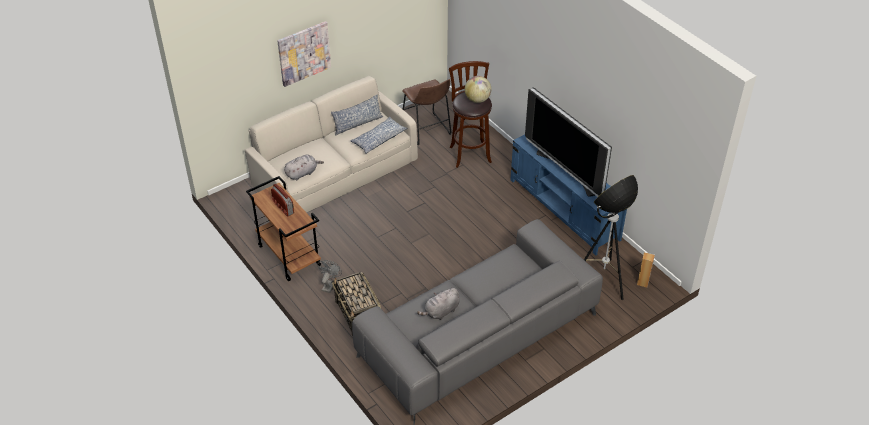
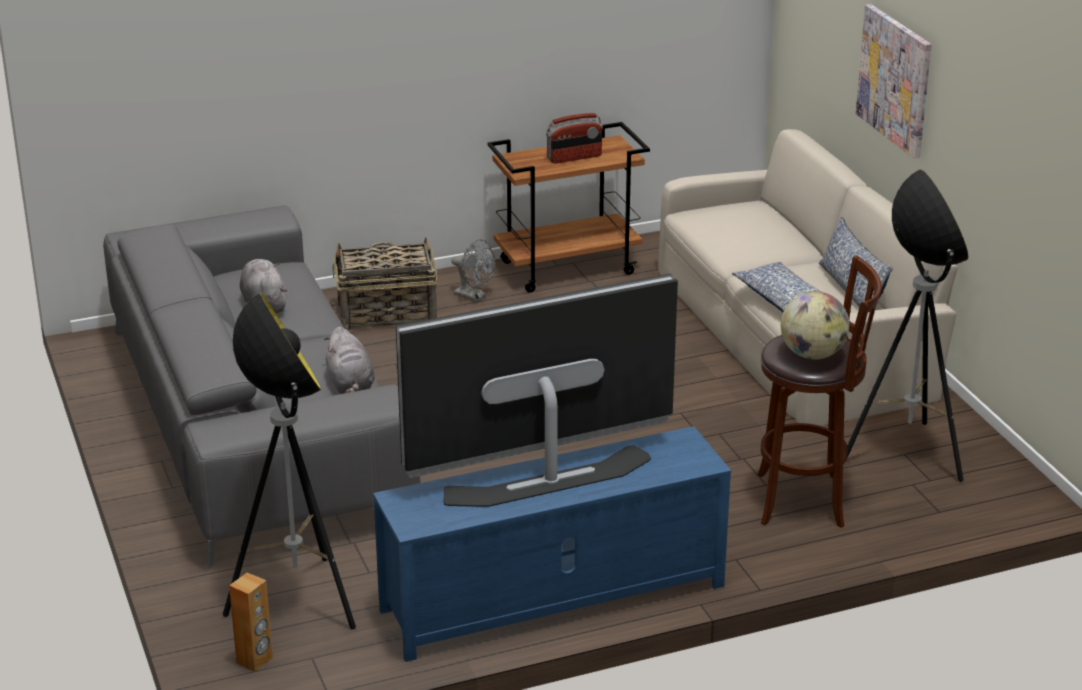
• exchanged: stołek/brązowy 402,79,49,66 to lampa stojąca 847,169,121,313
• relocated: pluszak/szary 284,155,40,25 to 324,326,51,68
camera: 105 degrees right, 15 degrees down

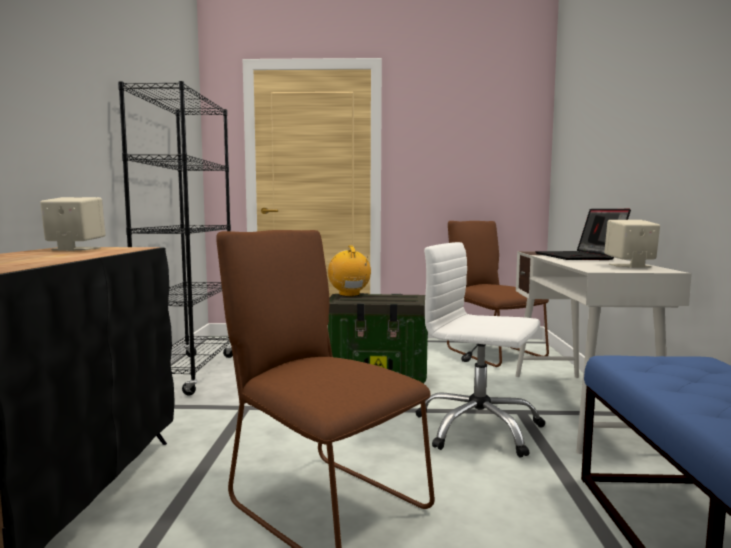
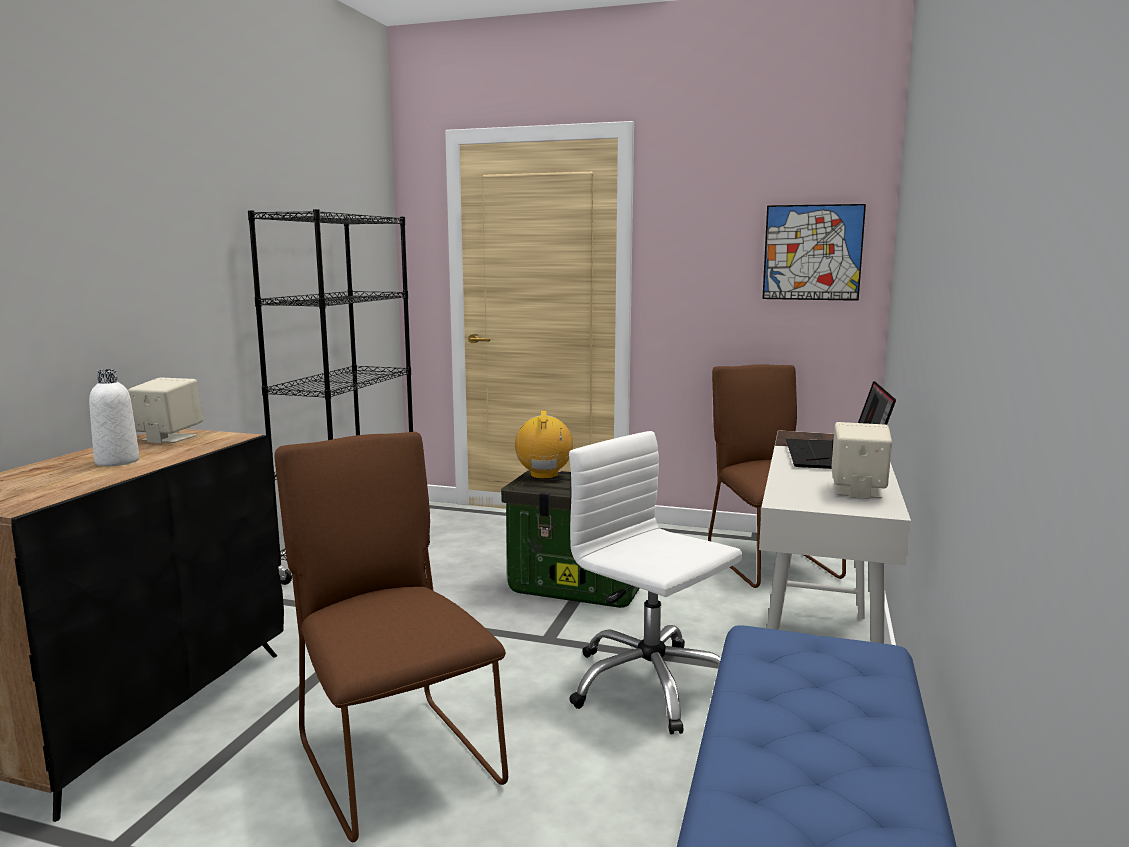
• appeared: obraz 762,204,104,97
• appeared: butelka/biały 89,369,50,97
camera: 15 degrees right, 5 degrees up

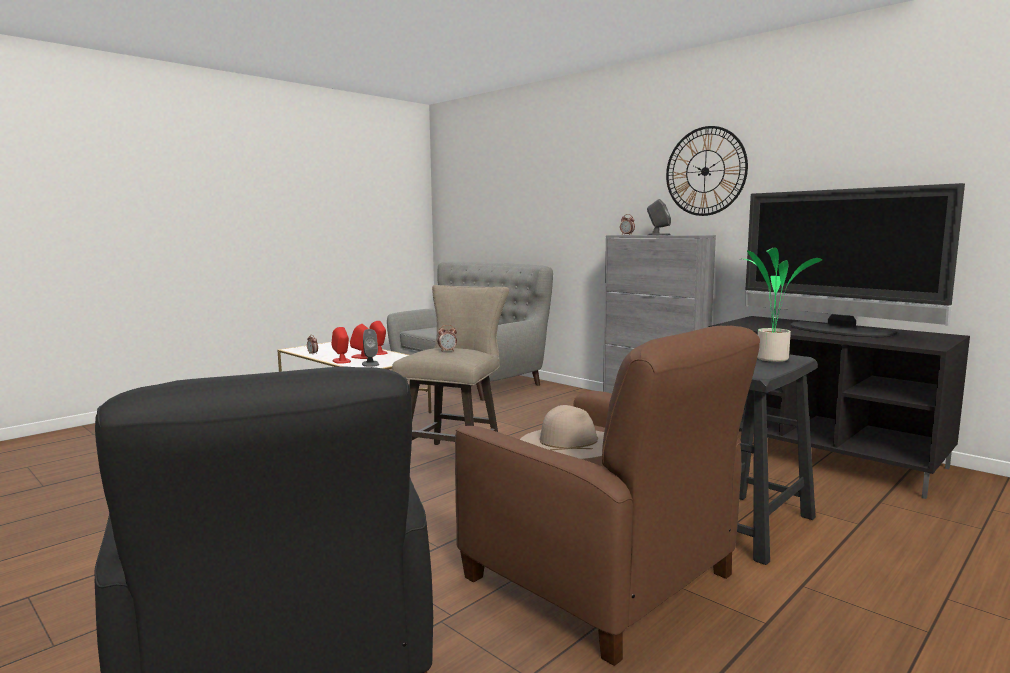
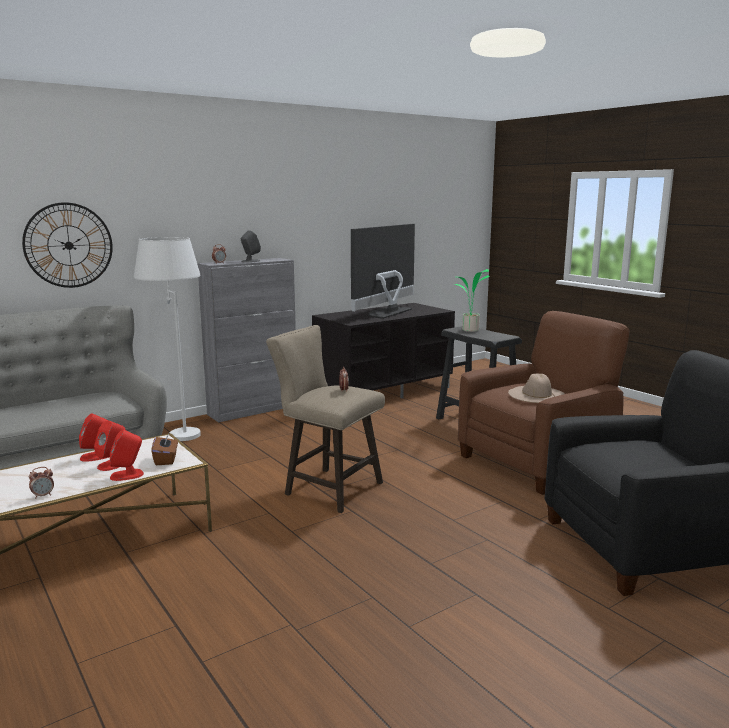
• relocated: zegar ścienny 666,126,82,90 to 22,202,91,86
• spun: telewizor 745,183,220,154 = 351,224,64,95 150 degrees clockwise
• exchanged: głośnik/szary 362,329,17,38 to pudełko chusteczek/brązowy 151,433,27,32
• appeared: lampa stojąca/biały 134,237,67,204
camera: 80 degrees left, 5 degrees up

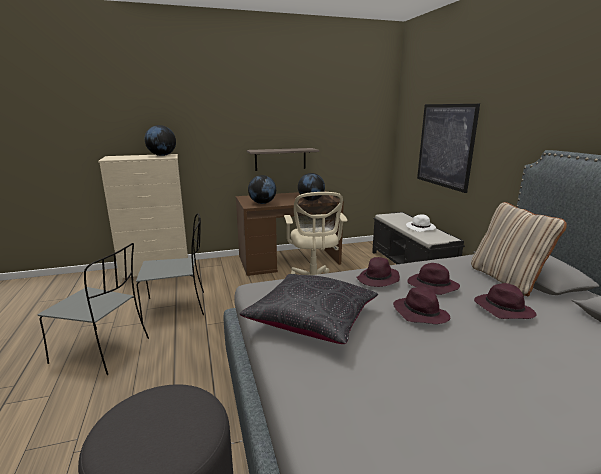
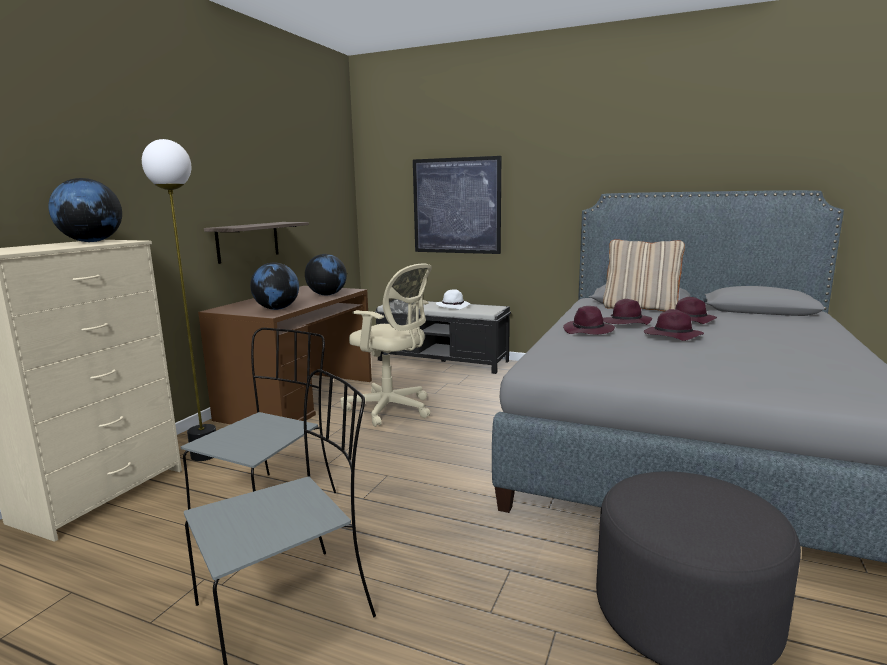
• missing: poduszka/czarny 239,274,139,70
• appeared: lampa stojąca 142,139,74,322
camera: 50 degrees left, 5 degrees down

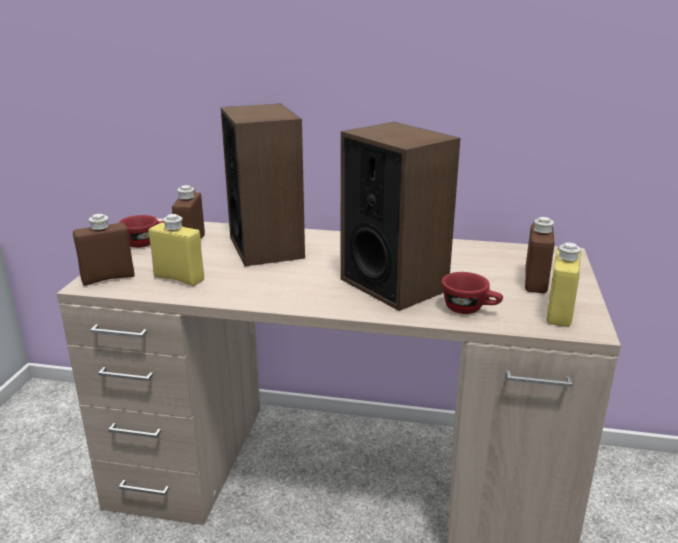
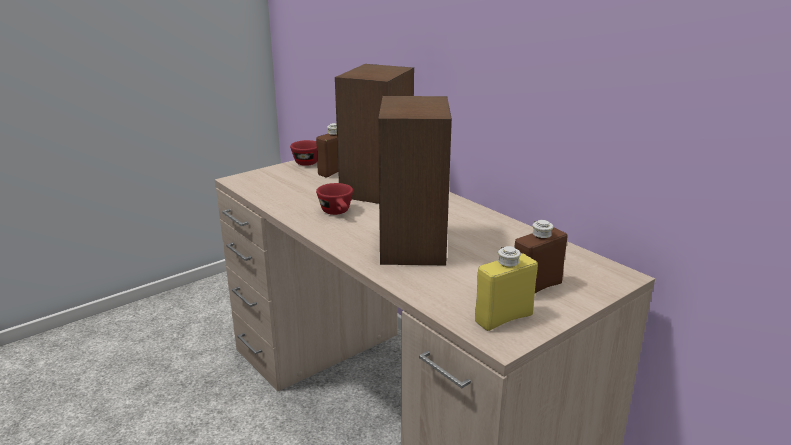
• missing: butelka/brązowy 73,214,62,72
• missing: butelka/żółty 148,214,56,72
• relocated: filiżanka/czerwony 441,272,62,42 to 316,183,37,32
camera: 40 degrees right, 0 degrees up

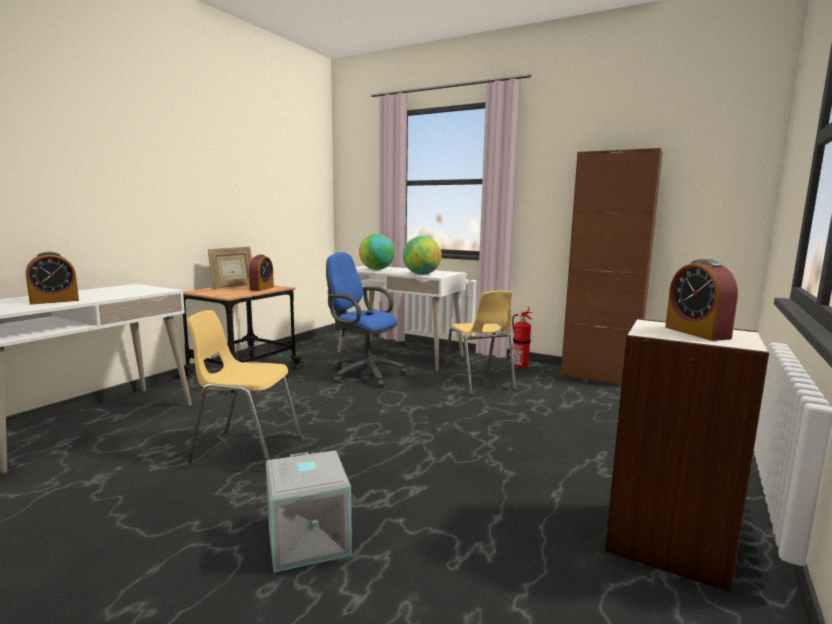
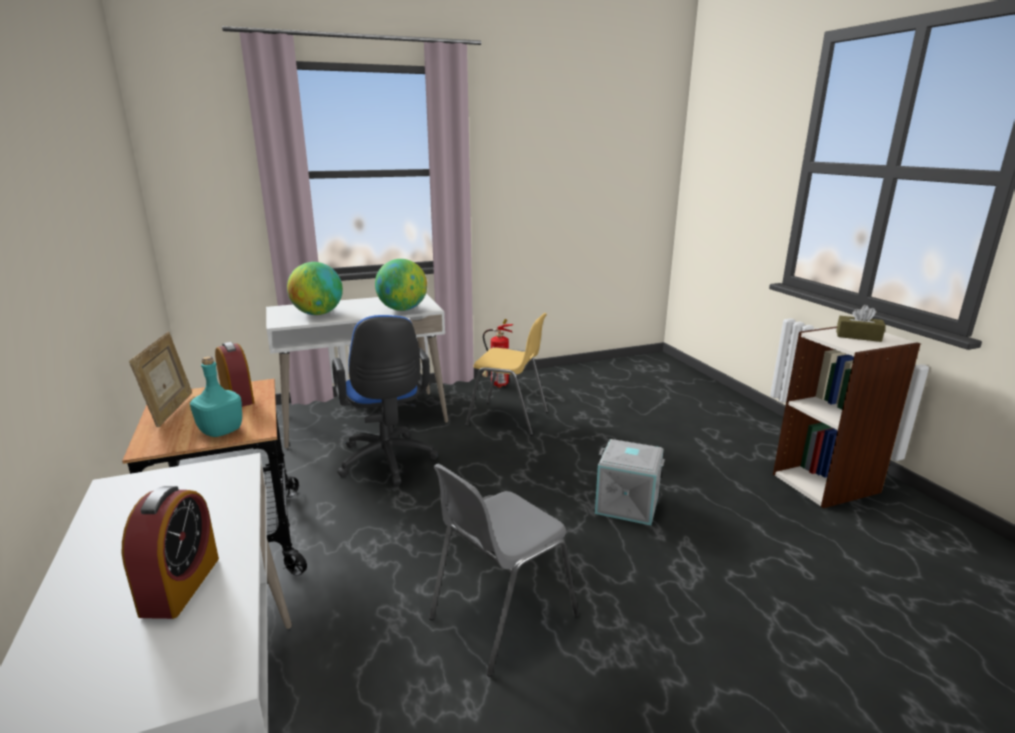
• missing: szafka/brązowy 561,148,102,237
• spun: krzesło biurowe/niebieski 326,252,81,135 = 332,315,106,170 90 degrees counterclockwise
• exchanged: budzik 665,259,73,82 to pudełko chusteczek/brązowy 836,305,50,37
• colour: krzesło/żółty 187,310,115,153 to krzesło/szary 429,464,150,213
• relocated: pojemnik do przechowywania/szary 266,451,86,122 to 595,439,70,86
• appeared: butelka/turkusowy 190,356,52,81
camera: 50 degrees left, 10 degrees up

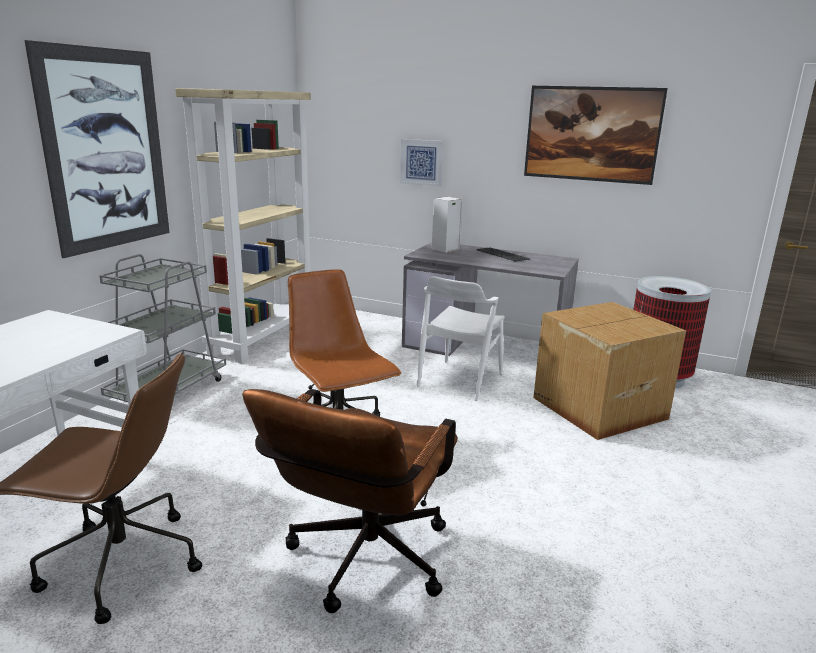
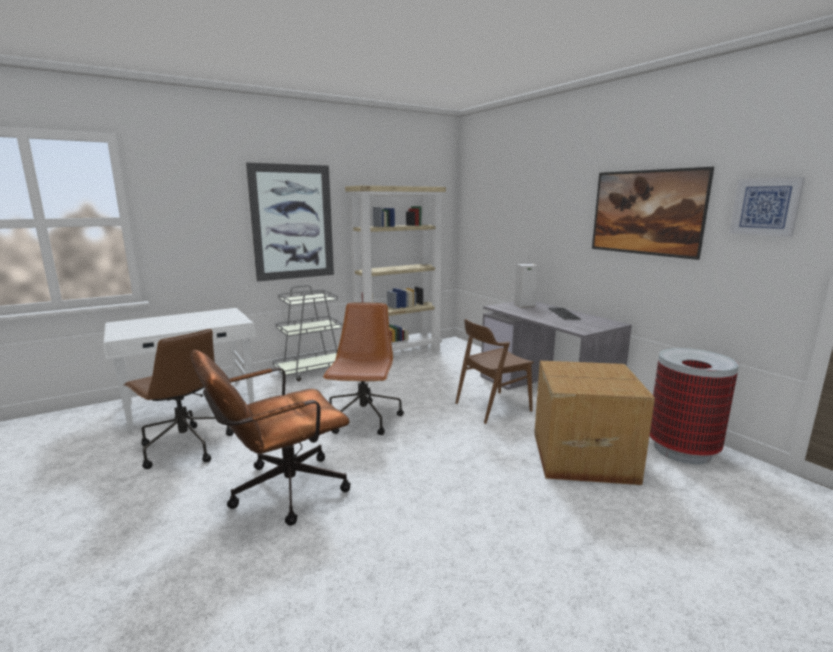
• relocated: obraz 400,139,43,48 to 729,177,76,60
• colour: krzesło/biały 417,276,88,125 to krzesło/brązowy 456,319,78,105
camera: 35 degrees right, 5 degrees down

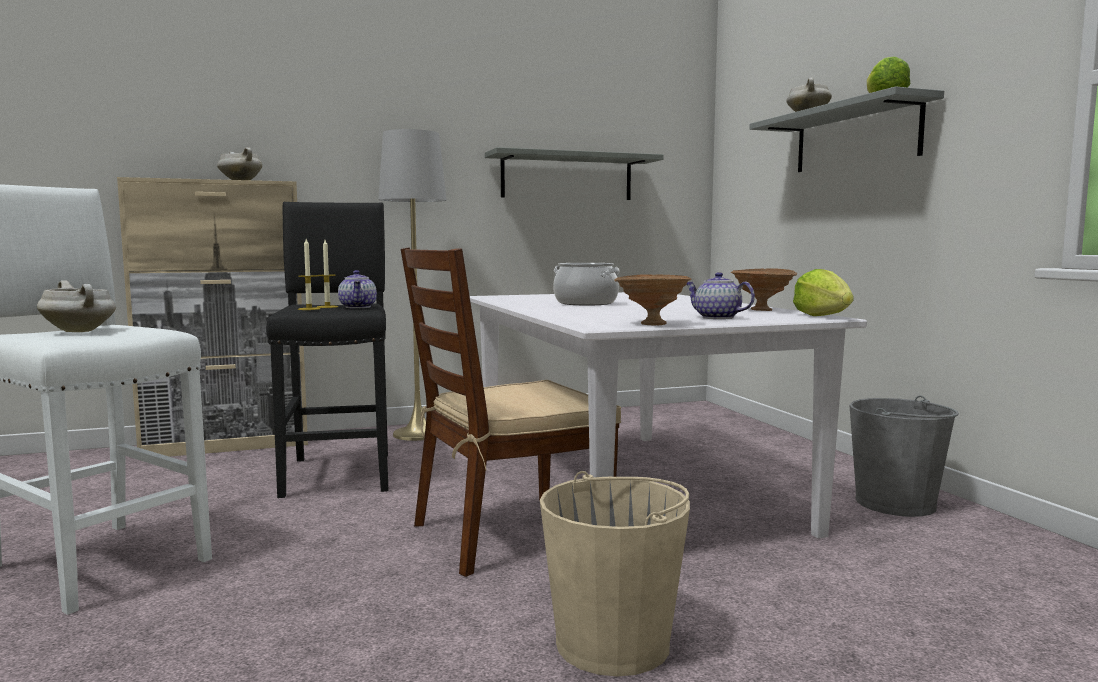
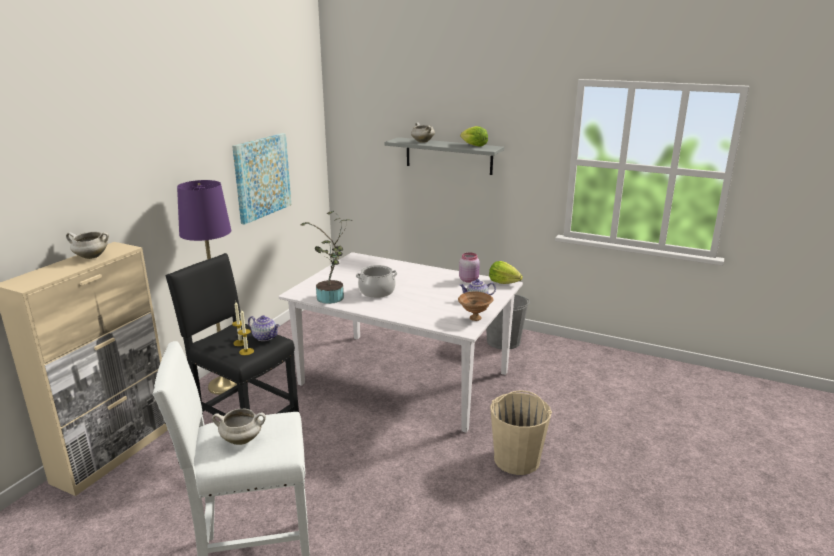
• colour: lampa stojąca/szary 378,129,69,312 to lampa stojąca/fioletowy 177,180,60,215
• exchanged: półka/szary 485,147,179,53 to obraz 232,133,59,92
• missing: krzesło/brązowy 401,247,220,330
• exchanged: miska/brązowy 731,268,66,43 to słoik/różowy 459,253,21,30
• appeared: roślina doniczkowa 300,211,49,93
camera: 45 degrees left, 15 degrees up

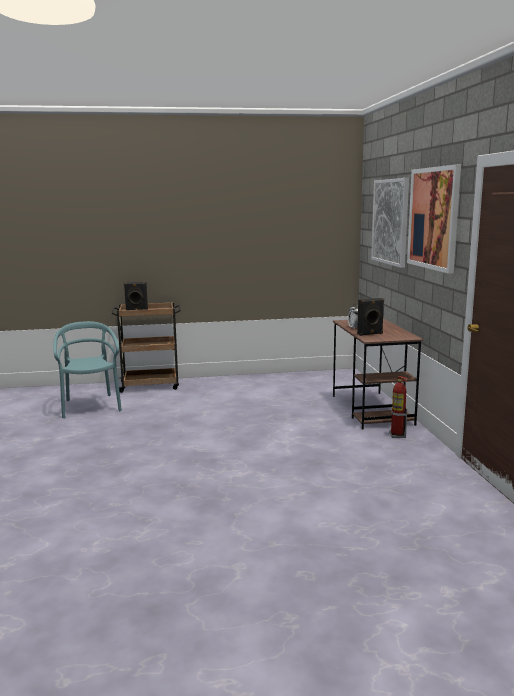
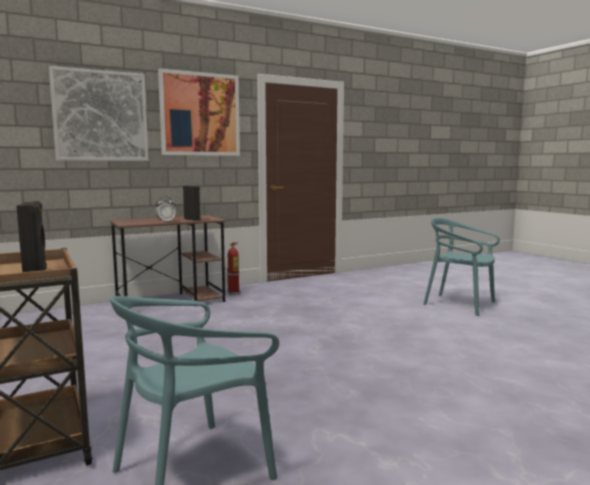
• appeared: krzesło/turkusowy 423,218,77,98
camera: 110 degrees left, 5 degrees down

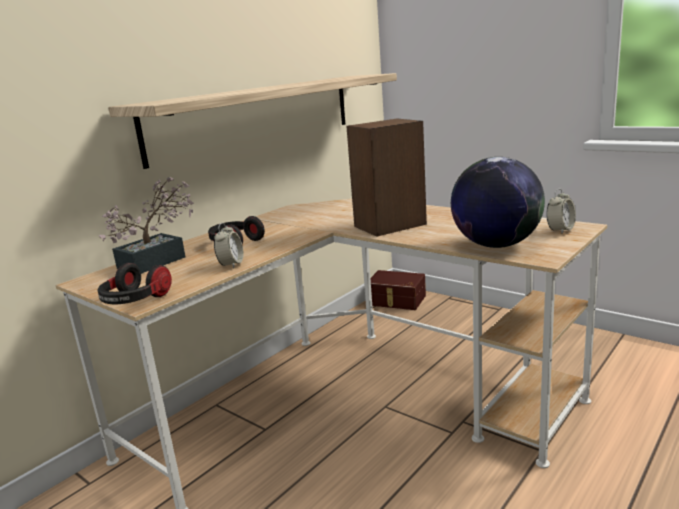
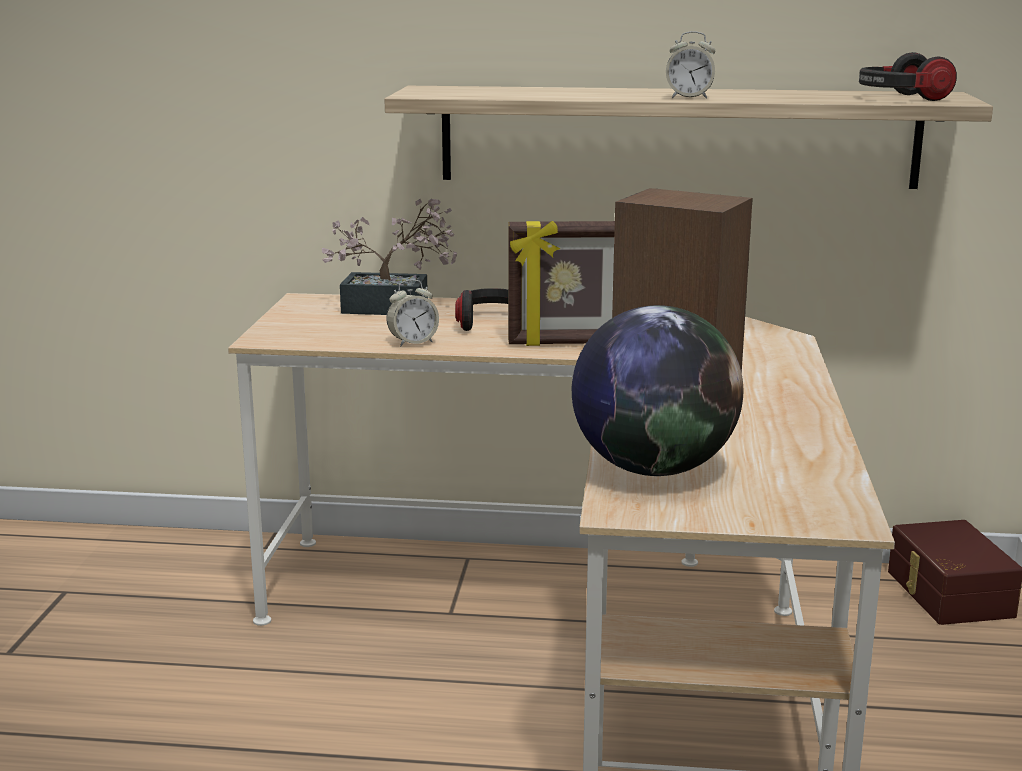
• relocated: budzik 546,189,30,44 to 666,31,50,68
• relocated: słuchawki 98,263,74,41 to 859,52,98,49
• appeared: ramka na zdjęcie 508,221,107,125
camera: 55 degrees right, 0 degrees up

